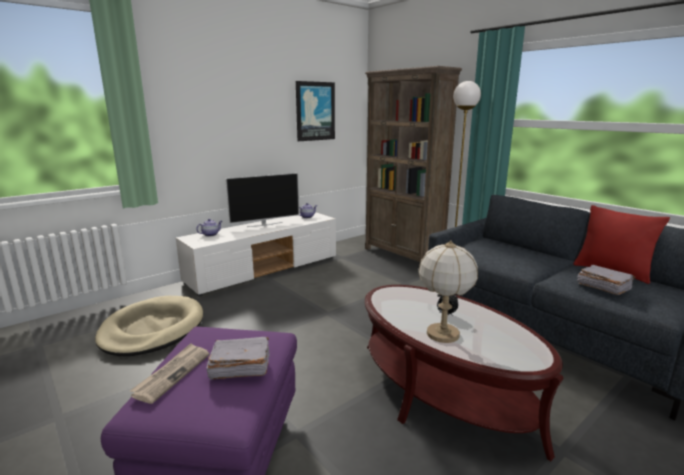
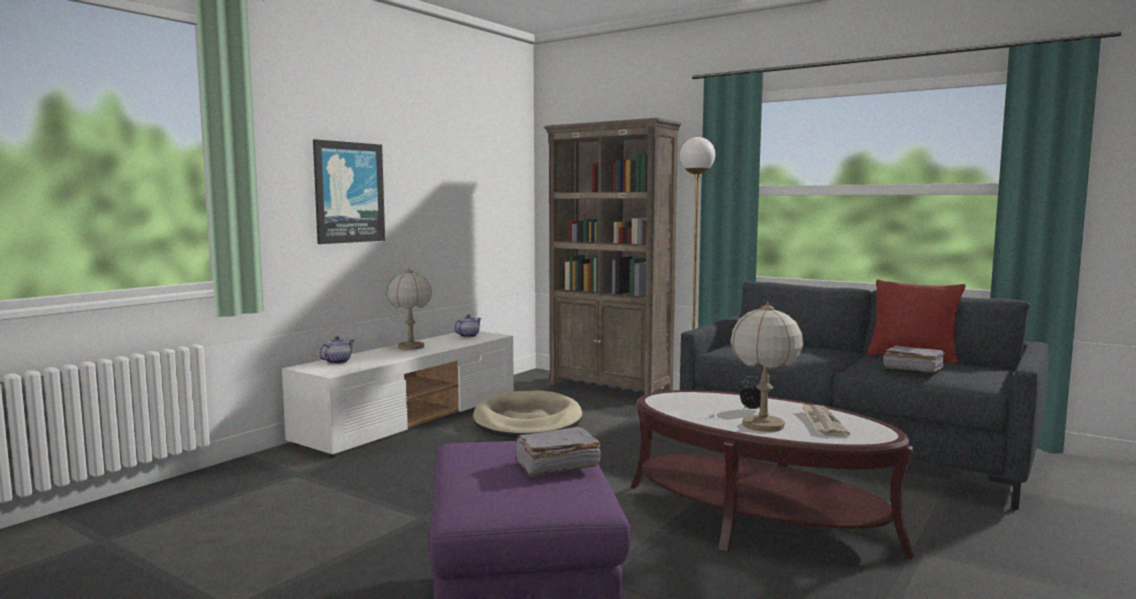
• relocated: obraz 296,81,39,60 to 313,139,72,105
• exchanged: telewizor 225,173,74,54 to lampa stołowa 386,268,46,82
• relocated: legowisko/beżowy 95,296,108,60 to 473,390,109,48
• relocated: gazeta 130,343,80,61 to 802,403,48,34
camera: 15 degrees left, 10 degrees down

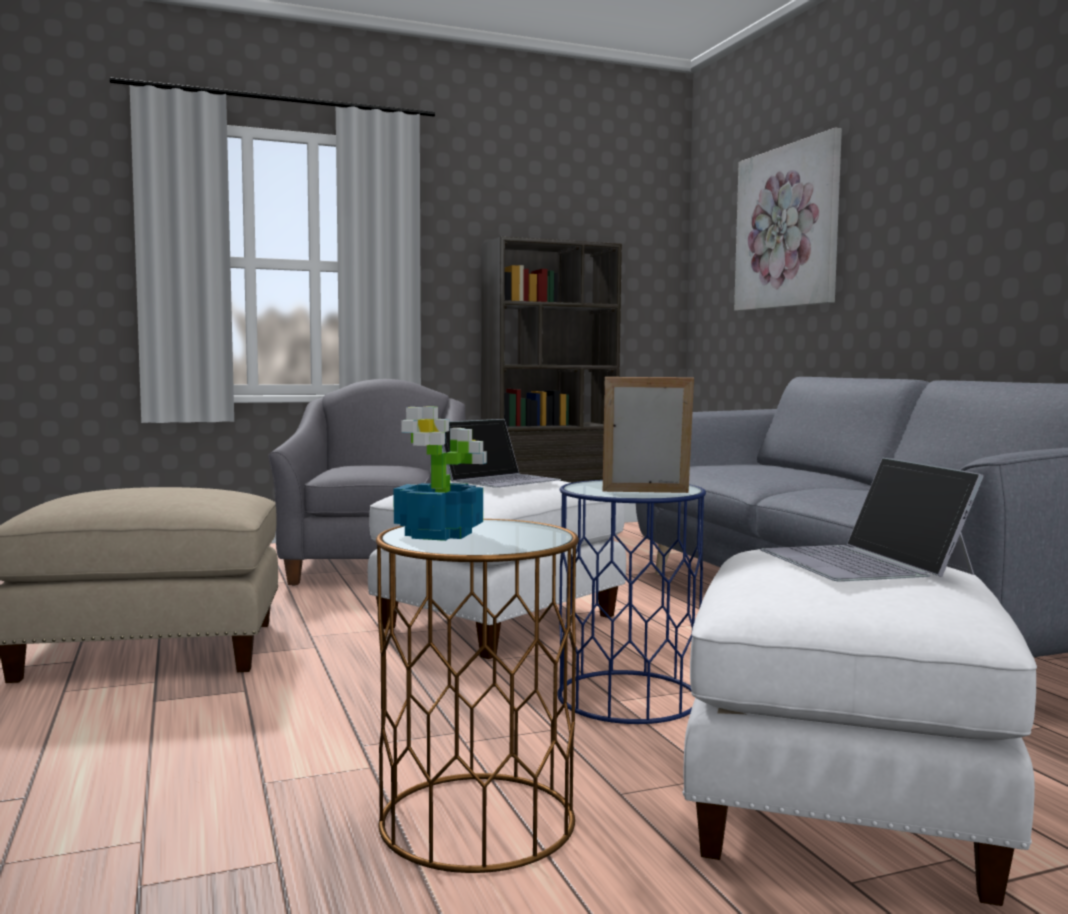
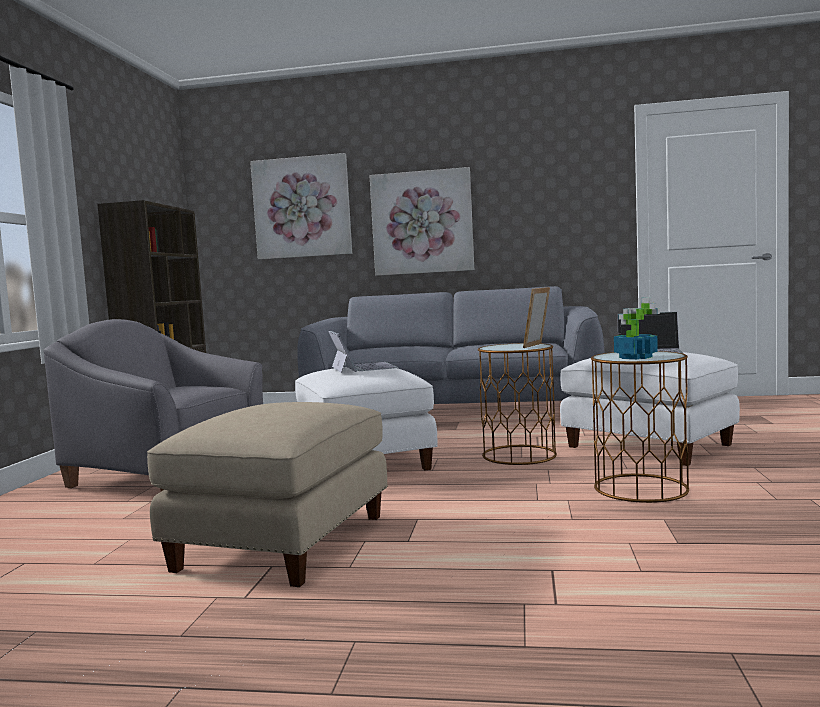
• colour: stolik/niebieski 557,480,149,244 to stolik/brązowy 478,343,79,122
• appeared: obraz 369,167,105,109
camera: 60 degrees left, 0 degrees up

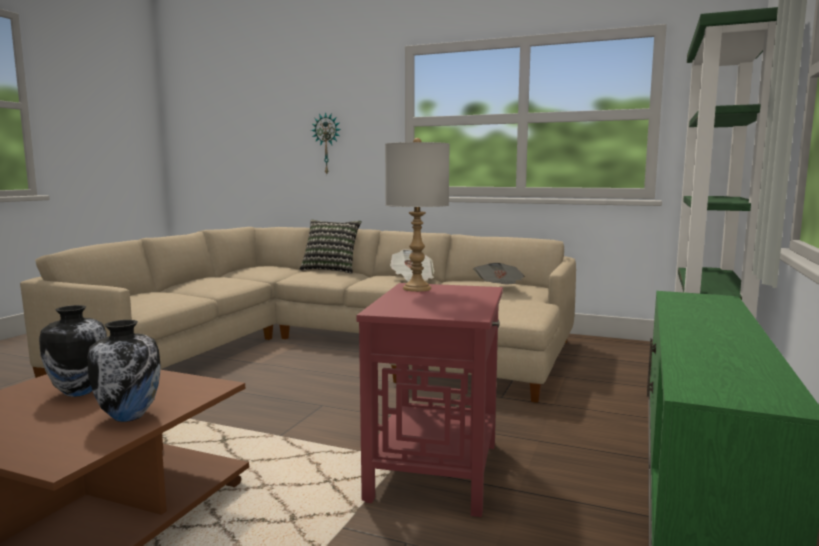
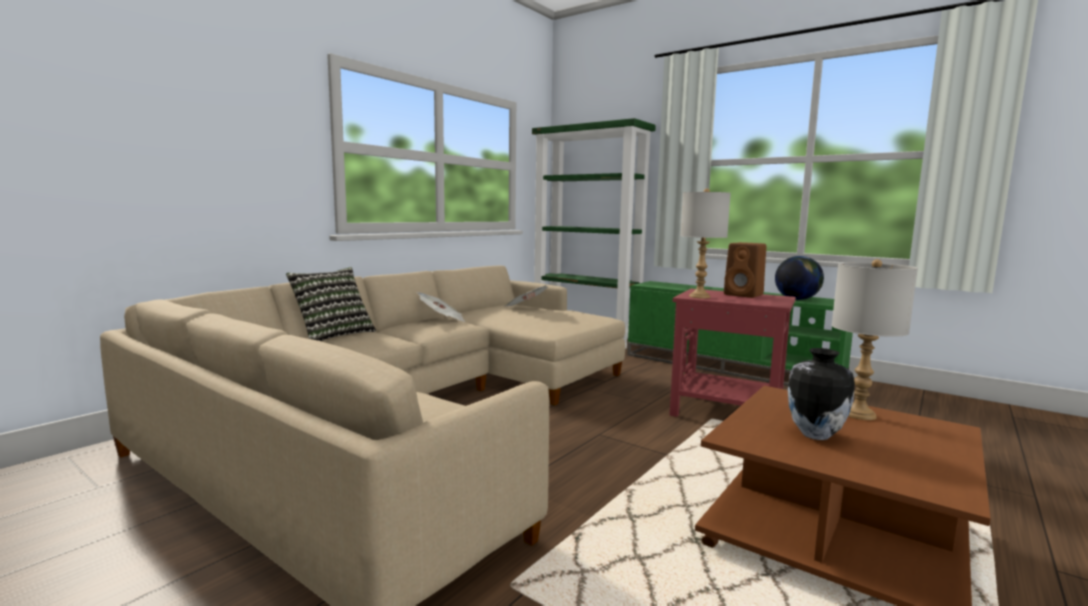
• missing: zegar ścienny 311,112,30,62
• exchanged: wazon 87,320,74,102 to lampa stołowa/szary 832,259,86,161
• appeared: głośnik/brązowy 724,242,42,56
• appeared: globus 775,256,49,44
camera: 75 degrees left, 0 degrees up

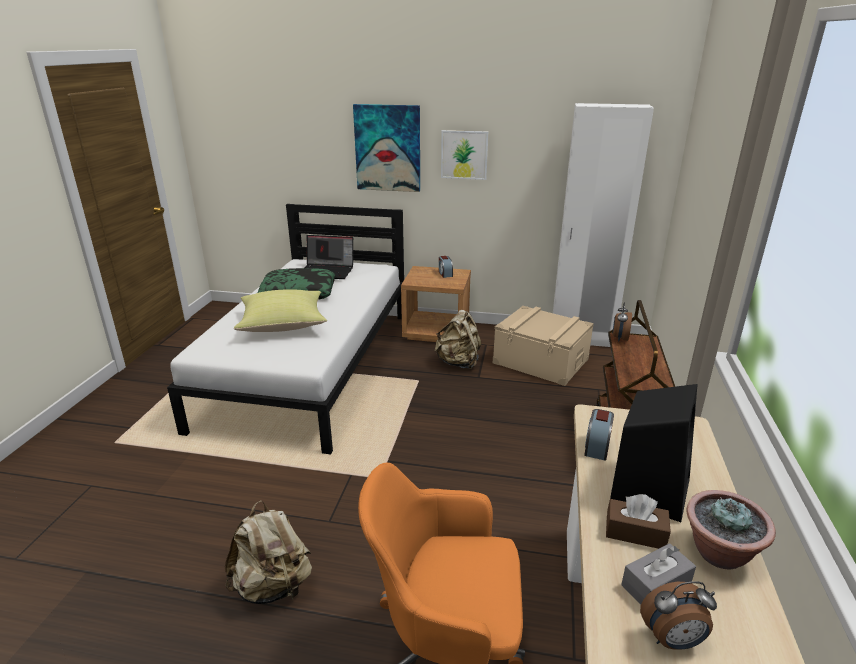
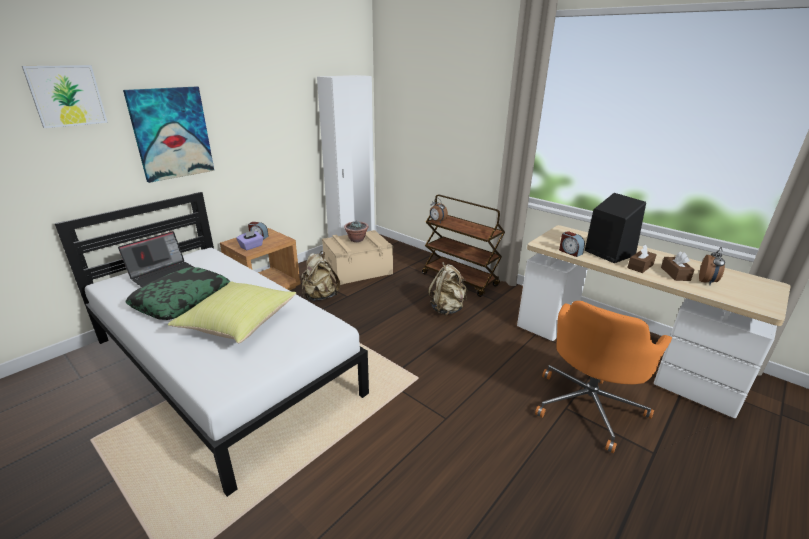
• relocated: obraz 441,130,47,50 to 22,65,86,63
• relocated: roślina doniczkowa 686,490,90,80 to 344,221,25,21
• relocated: plecak/beżowy 225,500,87,104 to 428,262,39,53
• colour: pudełko chusteczek/szary 621,543,75,62 to pudełko chusteczek/brązowy 661,252,33,29
• appeared: pudełko chusteczek/fioletowy 236,230,28,20
camera: 60 degrees left, 0 degrees up

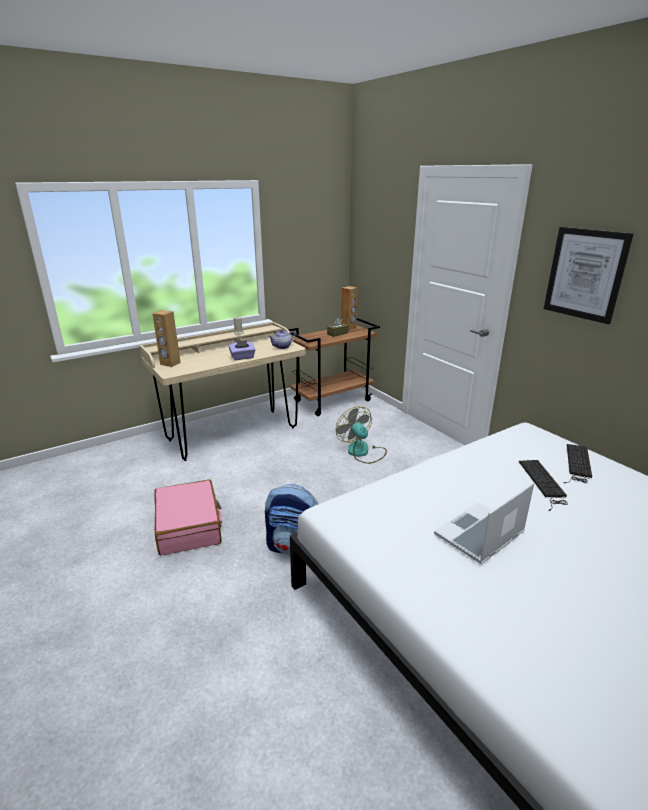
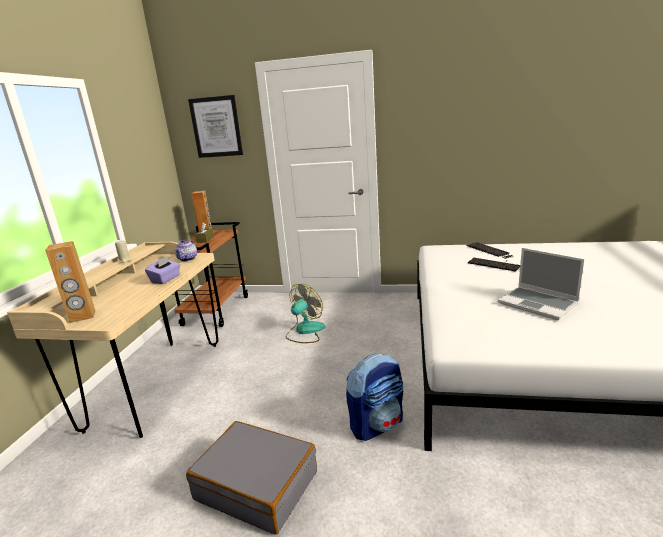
• relocated: obraz 544,227,89,97 to 188,95,55,63
• spun: wentylator 336,407,51,57 = 286,284,40,59 120 degrees clockwise
• colour: walizka/różowy 154,479,68,77 to walizka/szary 186,421,131,114
• spun: laptop 434,482,100,82 = 498,248,86,72 45 degrees counterclockwise
camera: 45 degrees left, 5 degrees down

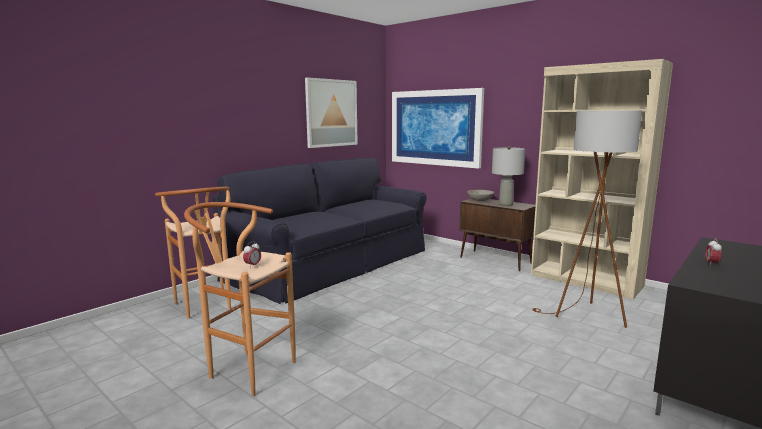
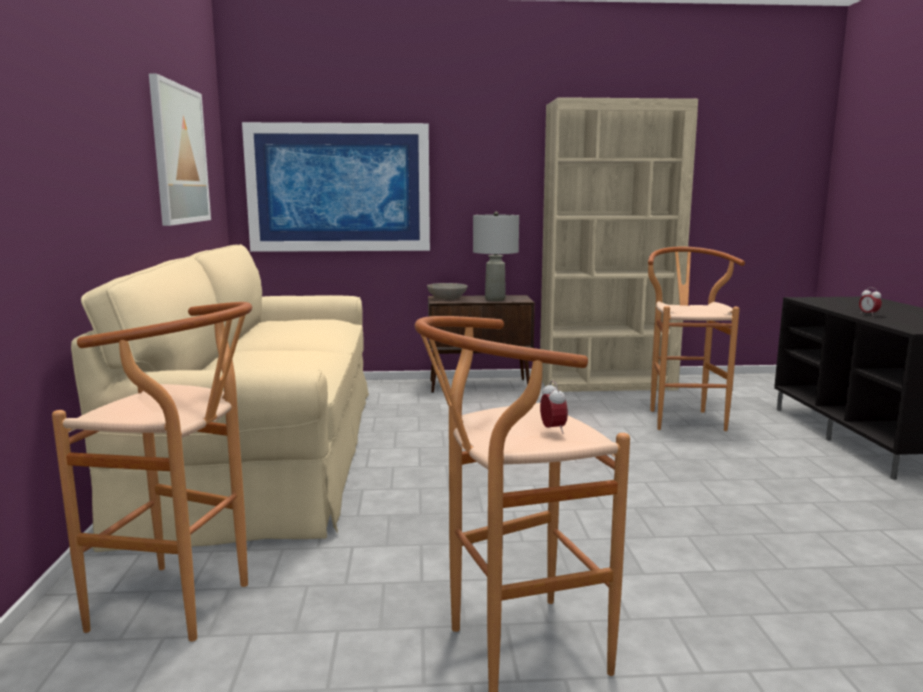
• exchanged: lampa stojąca/brązowy 532,110,110,218 to stołek/brązowy 648,247,97,184
• colour: kanapa/czarny 212,158,215,146 to kanapa/beżowy 71,244,298,308
camera: 45 degrees left, 0 degrees up

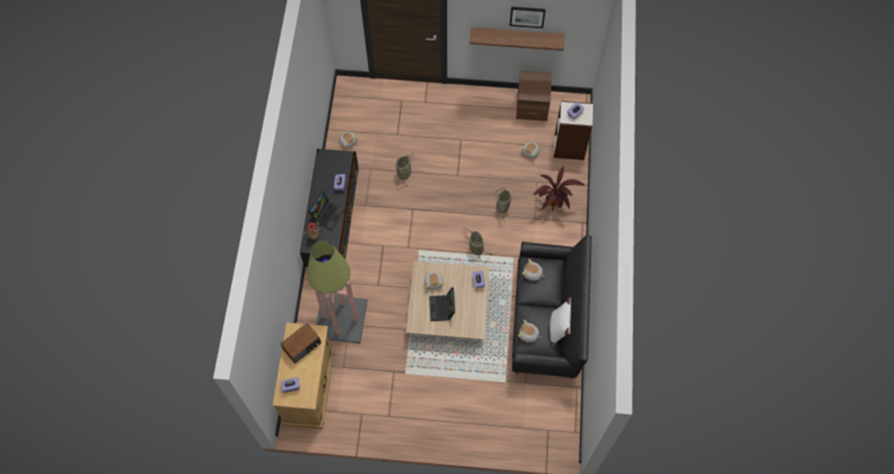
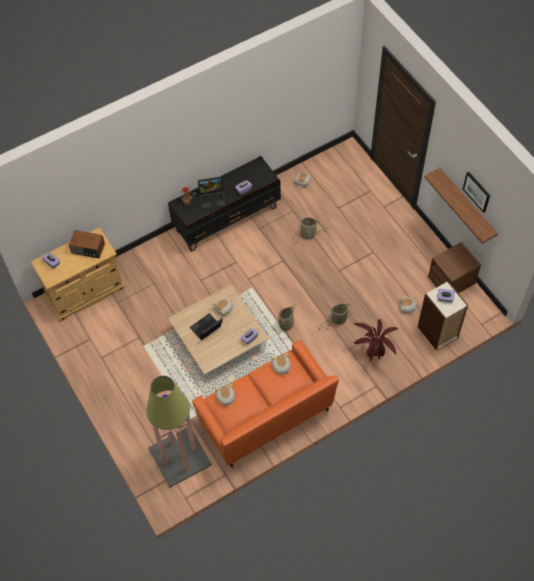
• colour: kanapa/czarny 512,235,80,144 to kanapa/pomarańczowy 192,340,147,128
• relocated: lampa stojąca 307,240,61,104 to 146,376,66,112
• missing: poduszka/biały 550,297,21,50
camera: 55 degrees right, 5 degrees down

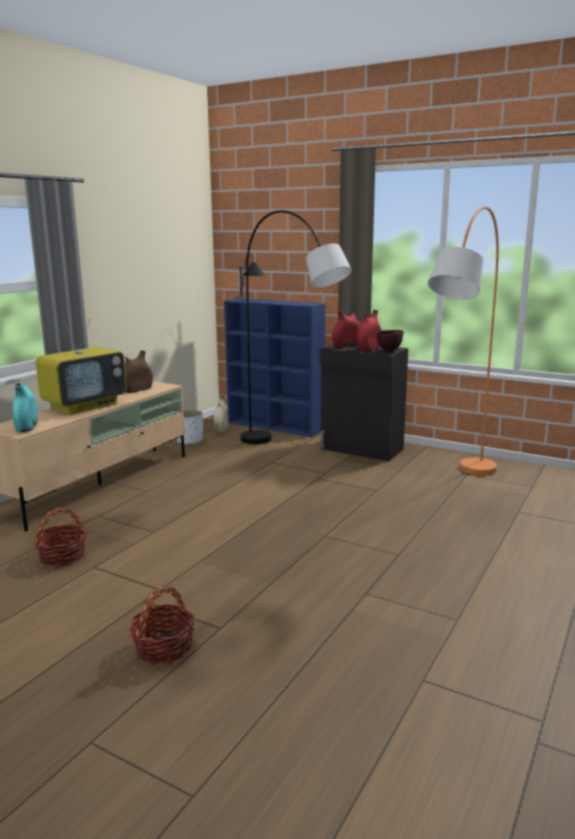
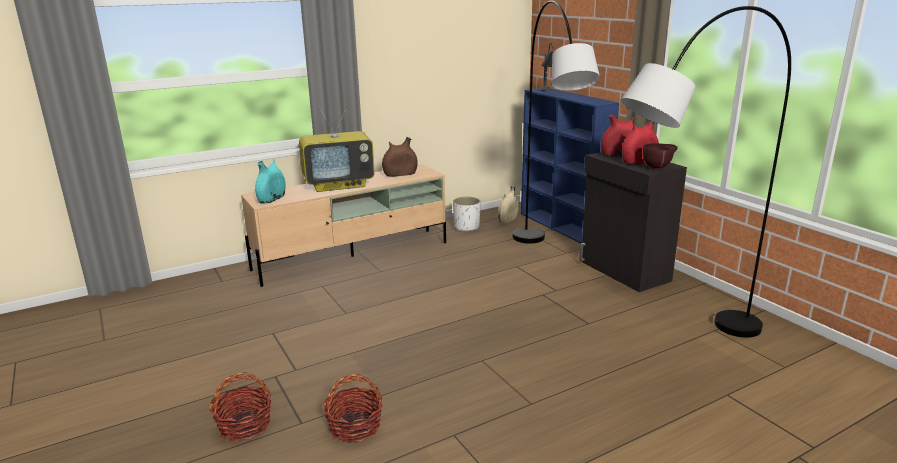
• colour: lampa stojąca/pomarańczowy 428,206,71,269 to lampa stojąca/szary 621,6,170,332
• relocated: koszyk 34,508,53,59 to 322,374,60,68
camera: 30 degrees right, 5 degrees up

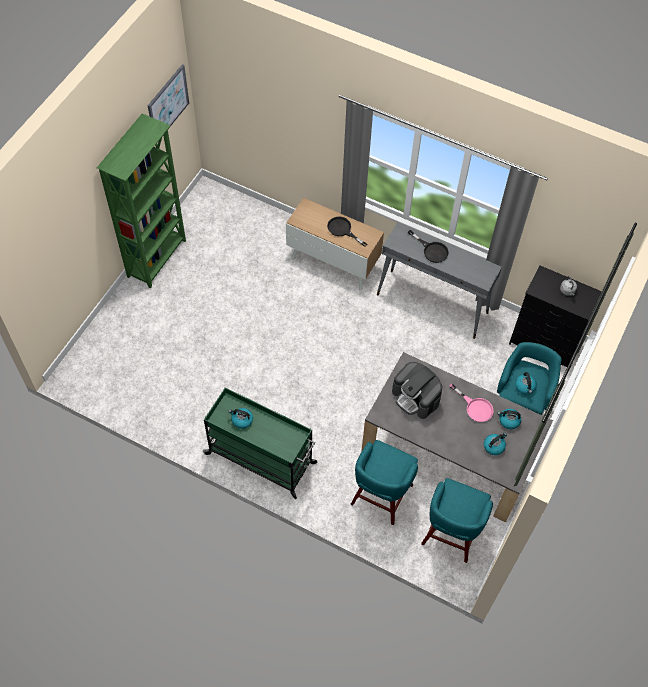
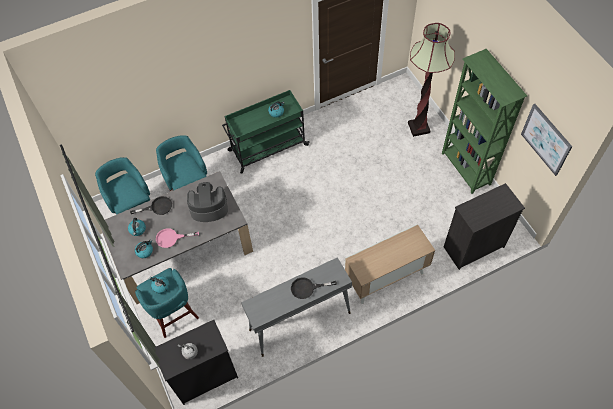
• relocated: patelnia/czarny 327,217,40,30 to 130,196,42,19
• appeared: lampa stojąca 408,23,47,114
• appeared: komoda/czarny 444,183,81,87
camera: 130 degrees right, 0 degrees up

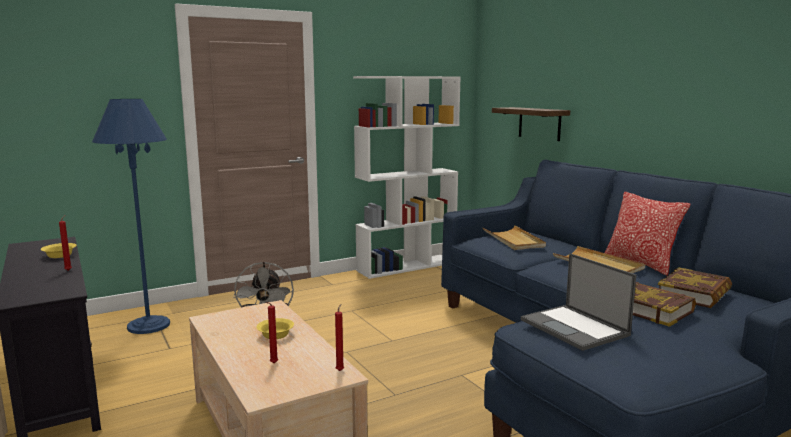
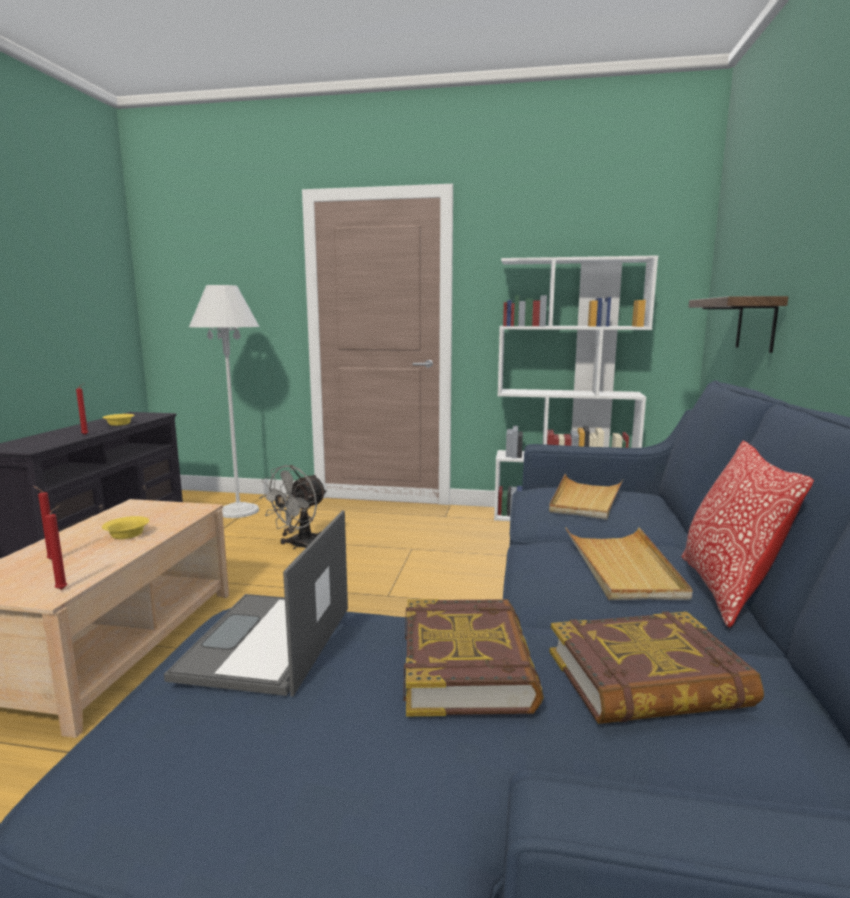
• colour: lampa stojąca/niebieski 92,99,78,235 to lampa stojąca/biały 189,285,71,233
camera: 40 degrees right, 0 degrees up

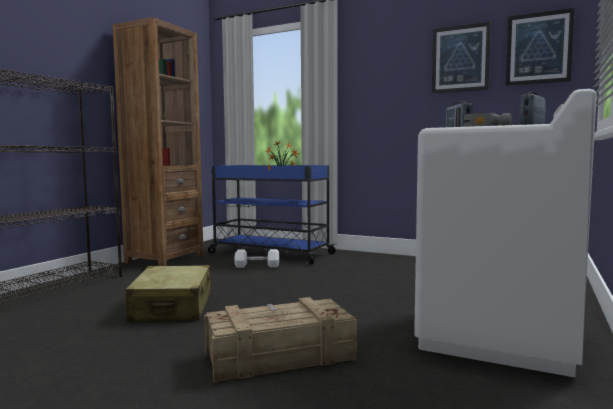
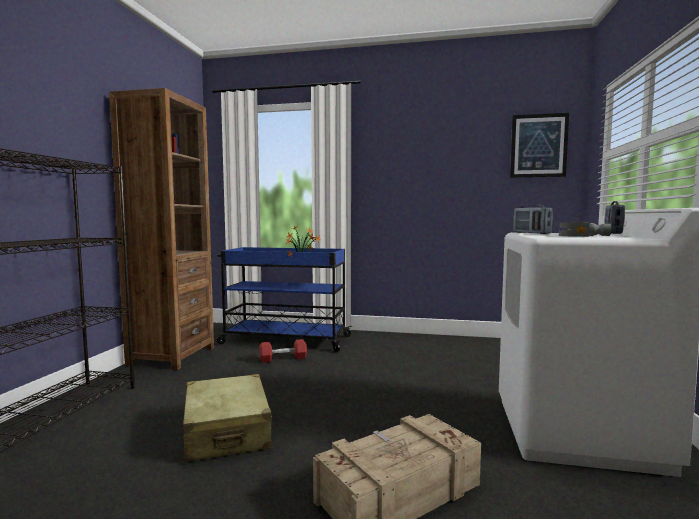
• missing: obraz 432,22,59,71
• colour: hantel/biały 234,249,45,19 to hantel/czerwony 259,339,48,24
camera: 15 degrees left, 0 degrees up

